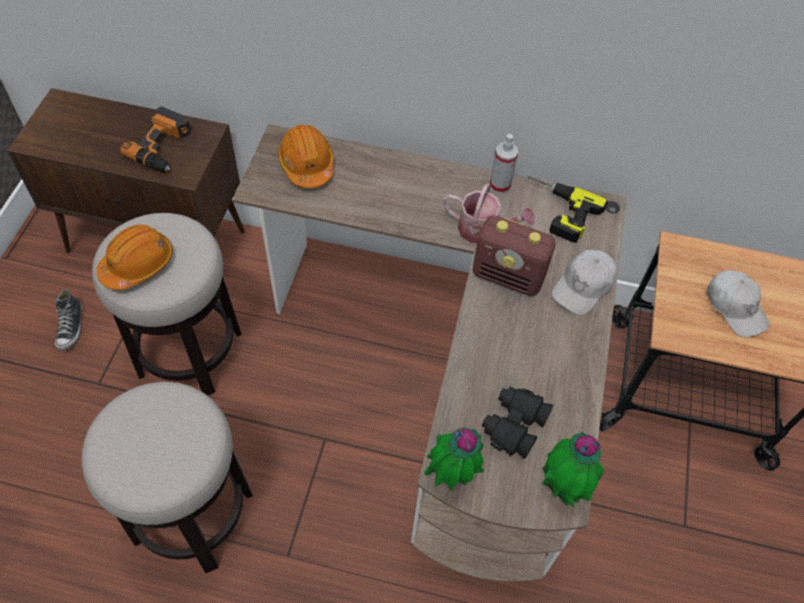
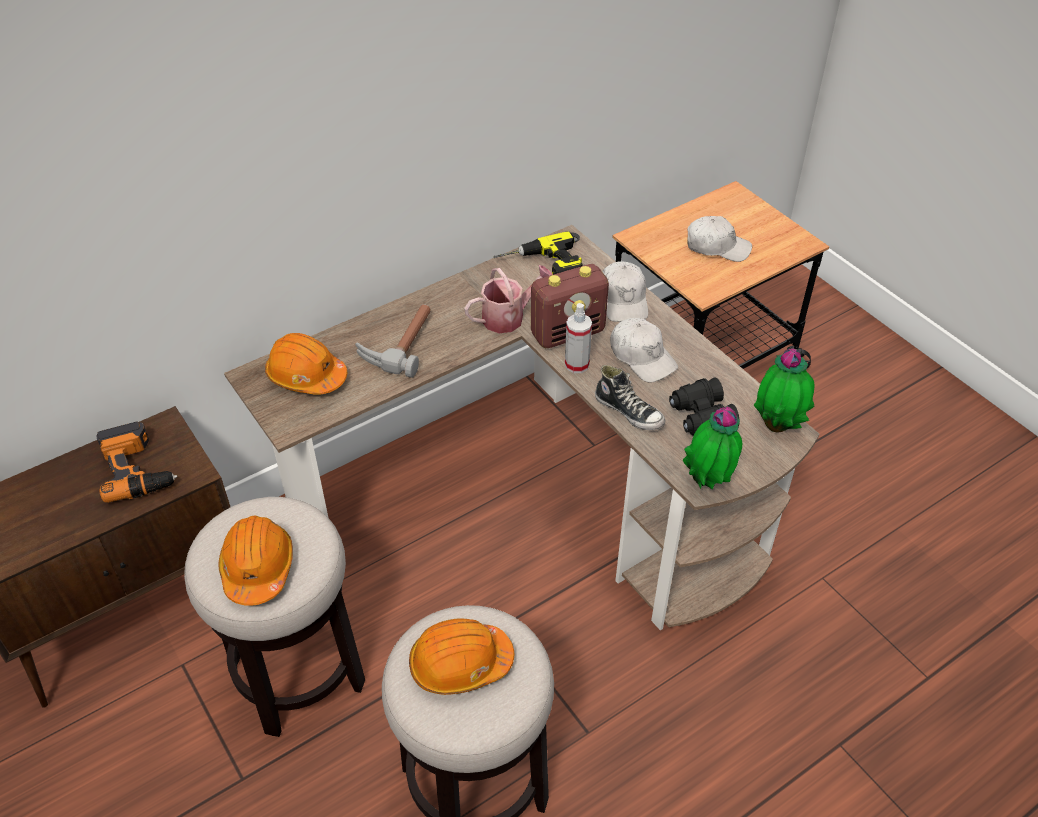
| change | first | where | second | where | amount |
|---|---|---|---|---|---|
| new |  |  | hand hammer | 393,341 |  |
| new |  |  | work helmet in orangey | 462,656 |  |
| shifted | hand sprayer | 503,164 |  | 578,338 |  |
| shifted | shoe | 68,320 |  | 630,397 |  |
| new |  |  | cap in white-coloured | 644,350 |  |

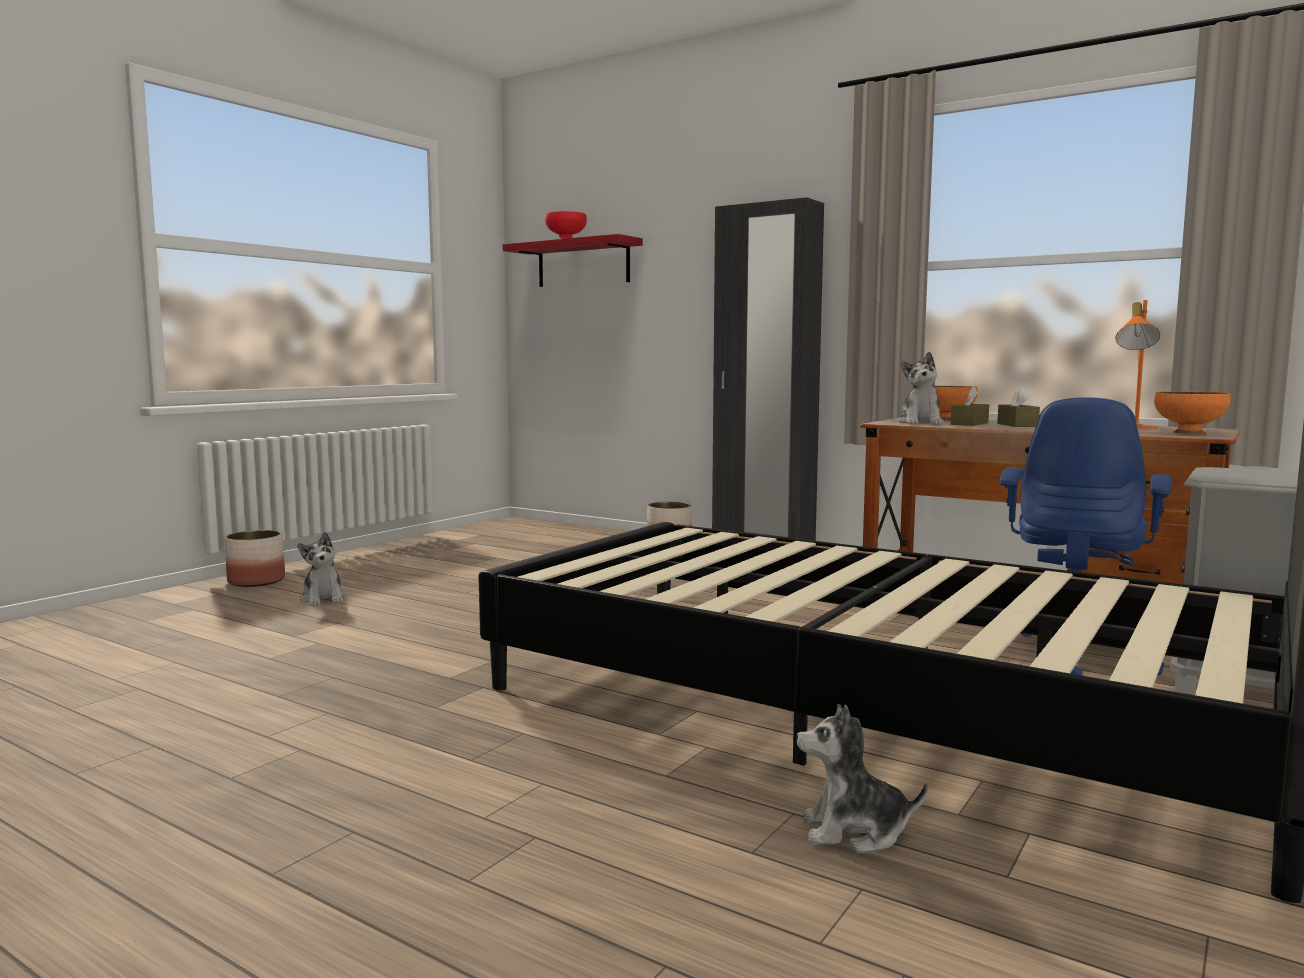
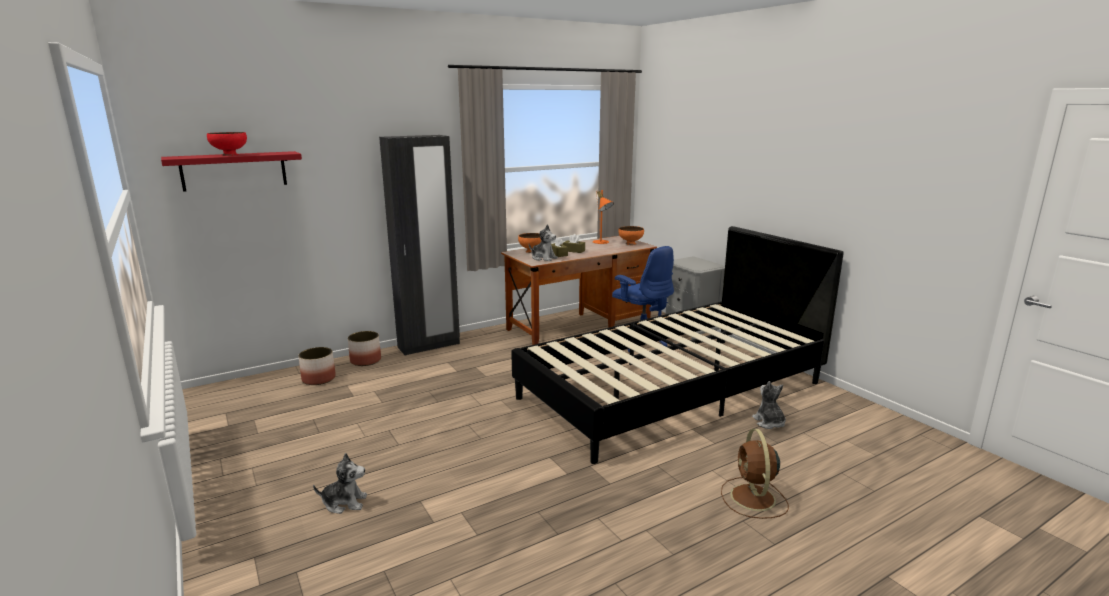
| change | first | where | second | where | amount |
|---|---|---|---|---|---|
| shifted | planter | 255,558 |  | 317,366 |  |
| new |  |  | fan in brown-coloured | 755,474 |  |
| rotated | plush toy | 862,778 |  | 769,405 | 135 degrees clockwise |

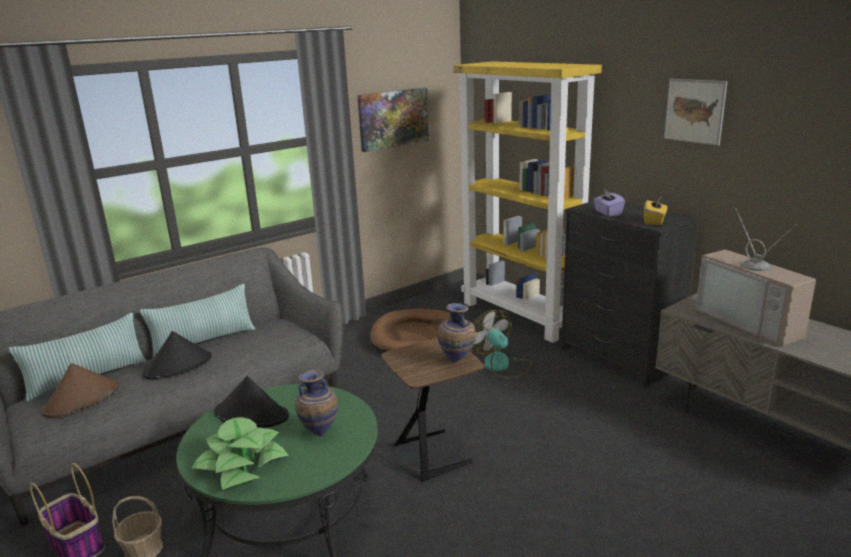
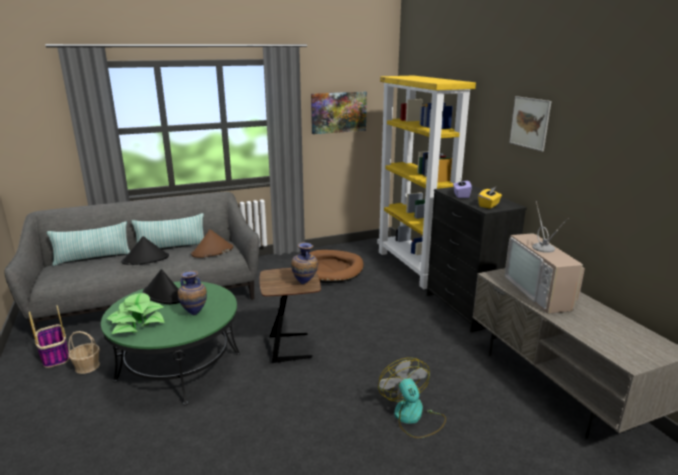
| change | first | where | second | where | amount |
|---|---|---|---|---|---|
| shifted | clothing hat in brown-coloured | 80,390 |  | 212,243 |  |
| shifted | fan | 501,344 |  | 412,398 |  |

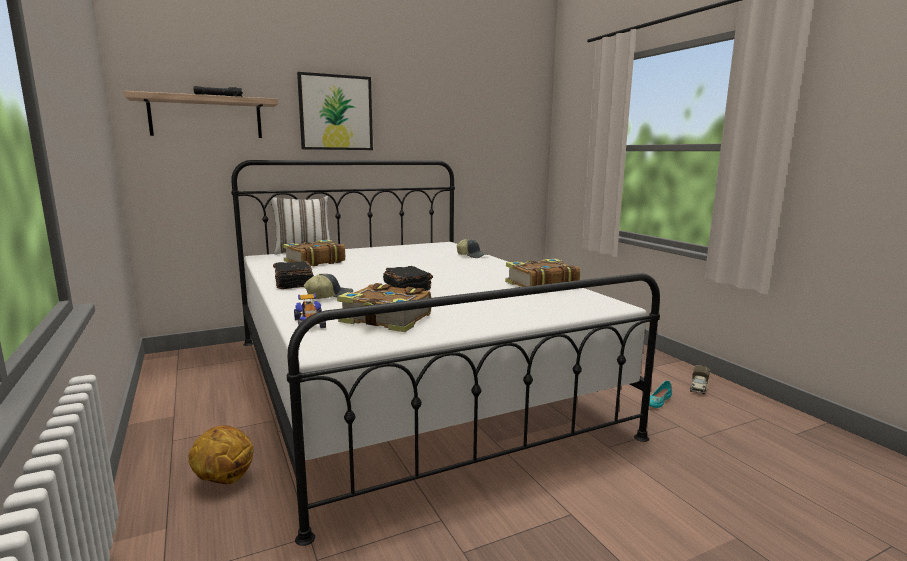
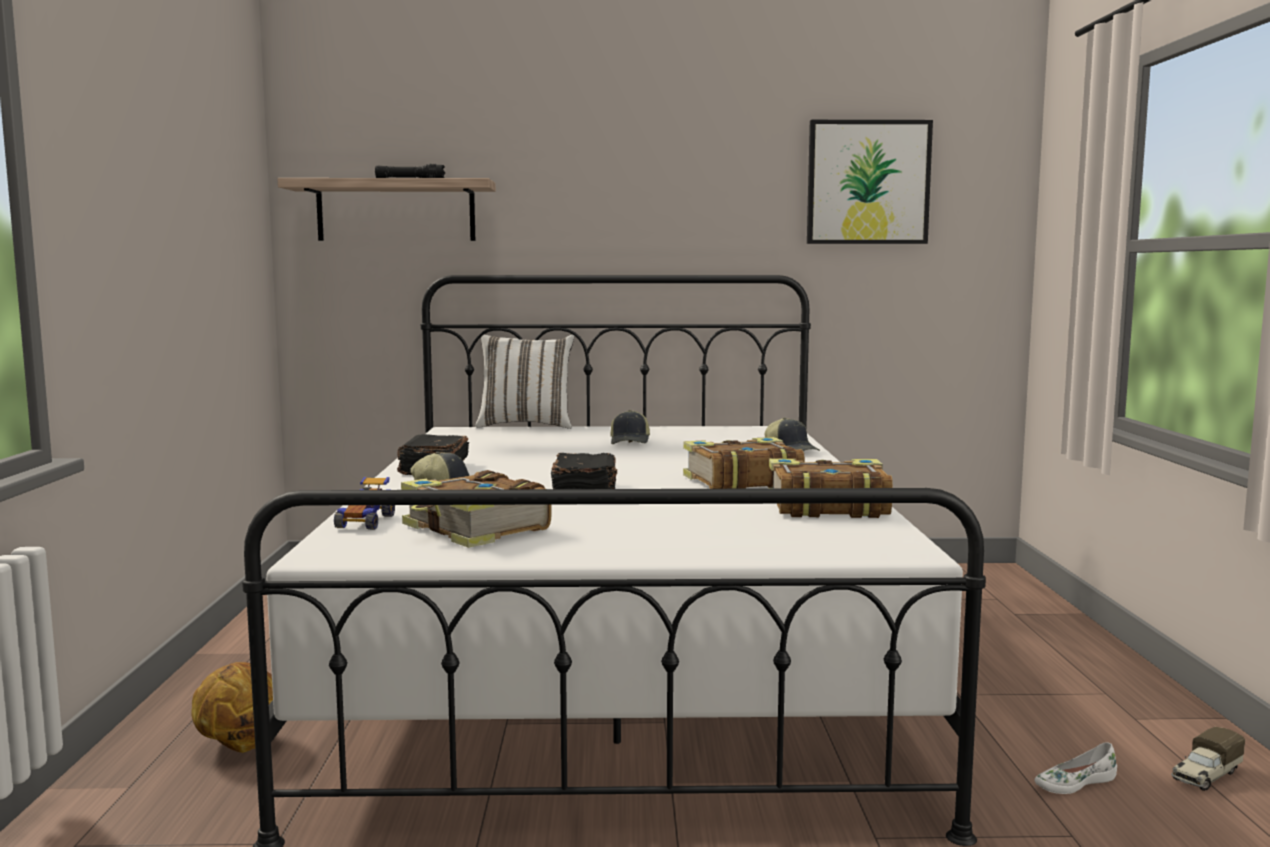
| change | first | where | second | where | amount |
|---|---|---|---|---|---|
| new |  |  | cap | 630,427 |  |
| shifted | volume | 314,253 |  | 744,463 |  |
| shifted | wall picture | 335,111 |  | 870,182 |  |
| repainted | shoe in turquoise-coloured | 660,394 | shoe in white-coloured | 1075,768 |  |

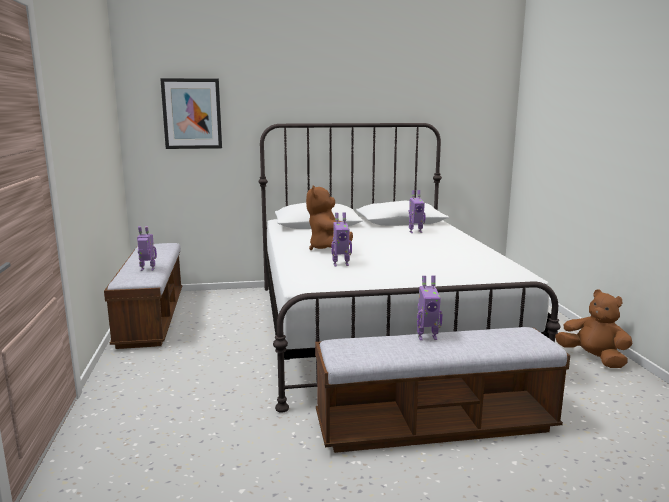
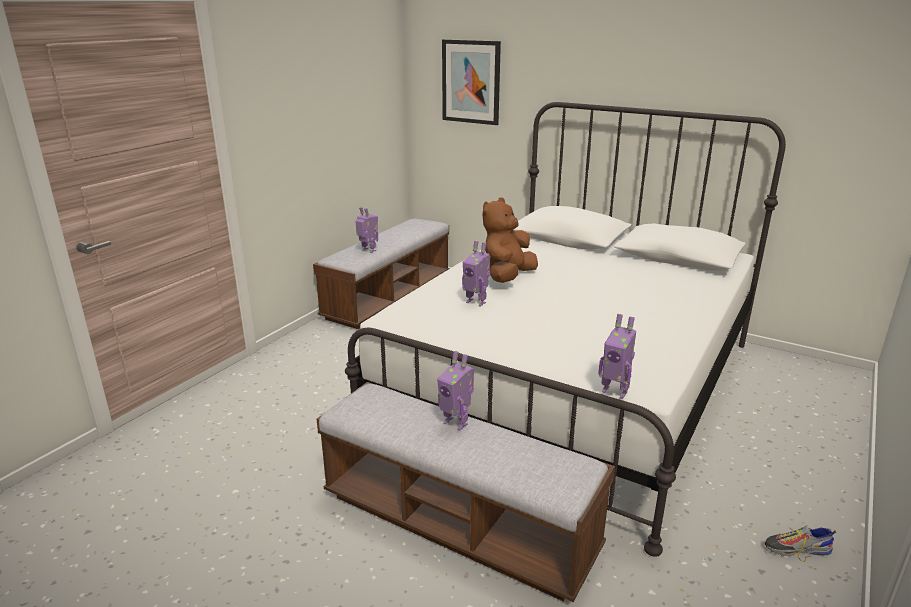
| change | first | where | second | where | amount |
|---|---|---|---|---|---|
| shifted | toy robot | 417,211 |  | 617,356 |  |
| swapped | plush toy in brown-coloured | 594,328 | shoe | 800,544 |  |

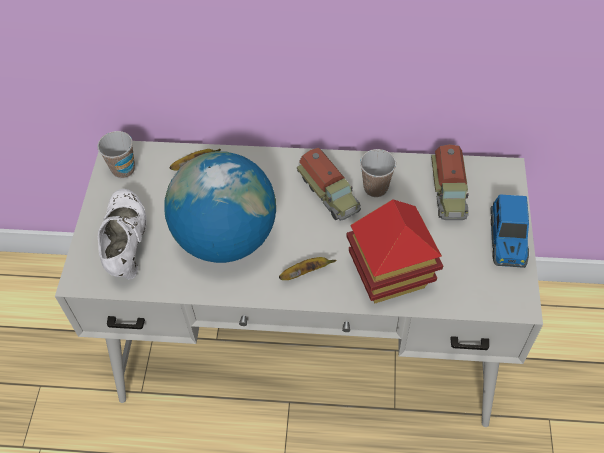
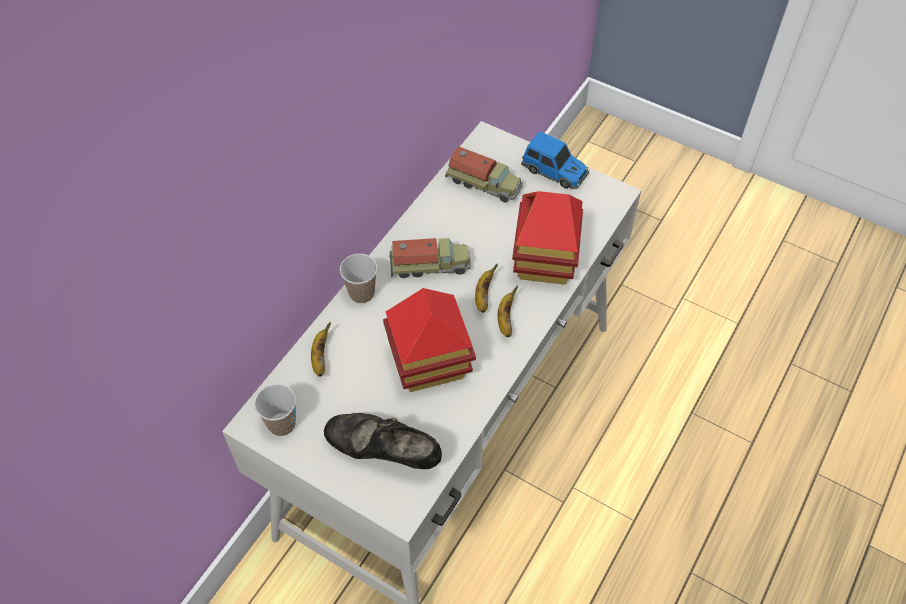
| change | first | where | second | where | amount |
|---|---|---|---|---|---|
| repainted | shoe in white-coloured | 122,234 | shoe in black | 383,441 |  |
| shifted | small cup | 378,173 |  | 358,278 |  |
| swapped | globe | 220,207 | toy house | 429,340 |  |
| new |  |  | whole banana | 486,288 |  |

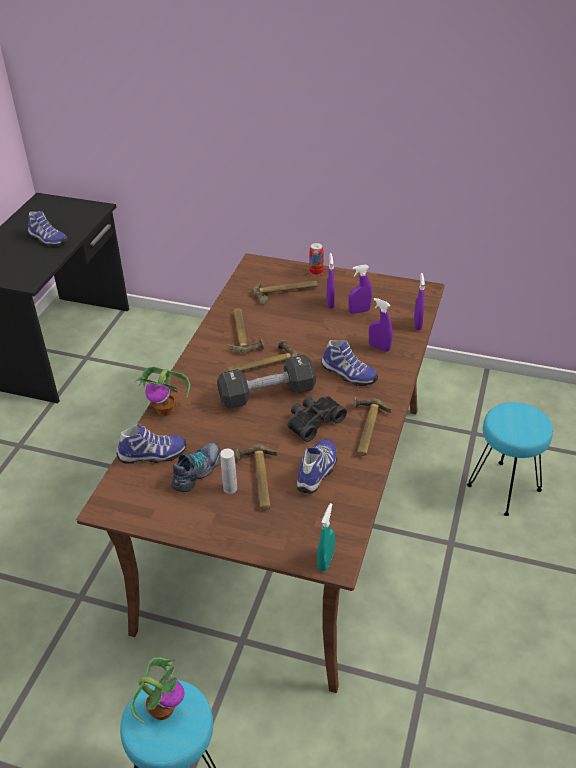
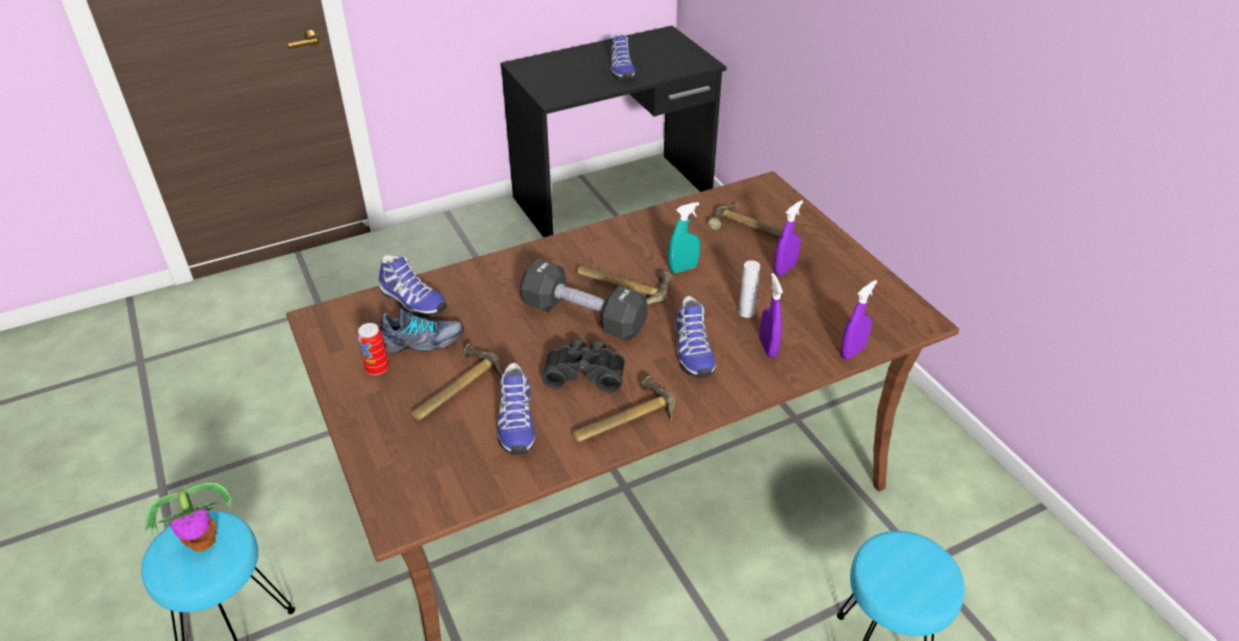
| change | first | where | second | where | amount |
|---|---|---|---|---|---|
| shifted | can | 317,259 |  | 373,349 |  |
| rotated | shoe | 317,466 |  | 516,409 | 105 degrees clockwise |
| shifted | hand sprayer in turquoise-coloured | 326,537 |  | 684,237 |  |
| shifted | beverage bottle in white-coloured | 228,471 |  | 749,289 |  |
| gone | potted plant | 162,391 |  |  |  |
| gone | hand hammer | 246,330 |  |  |  |
| gone | hand sprayer in purplish | 360,289 |  |  |  |

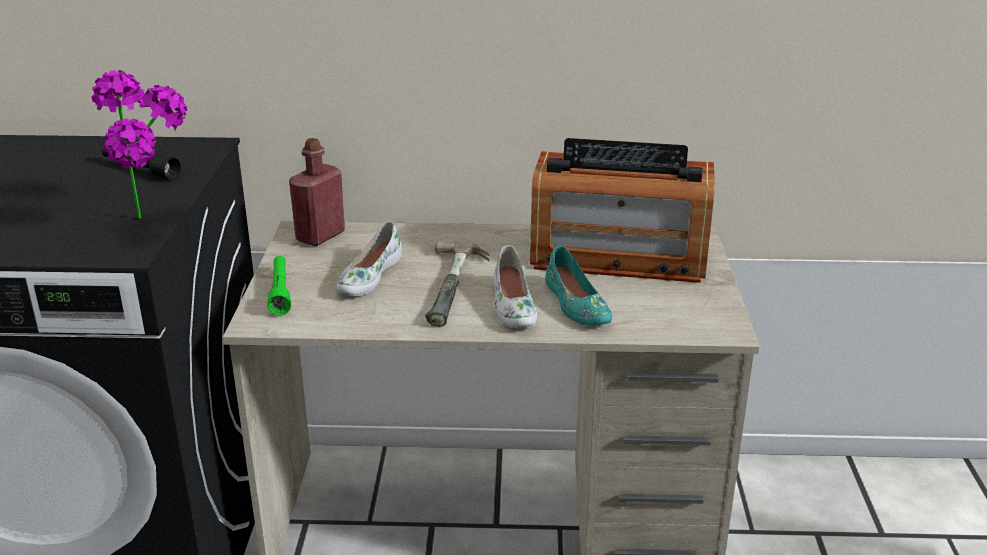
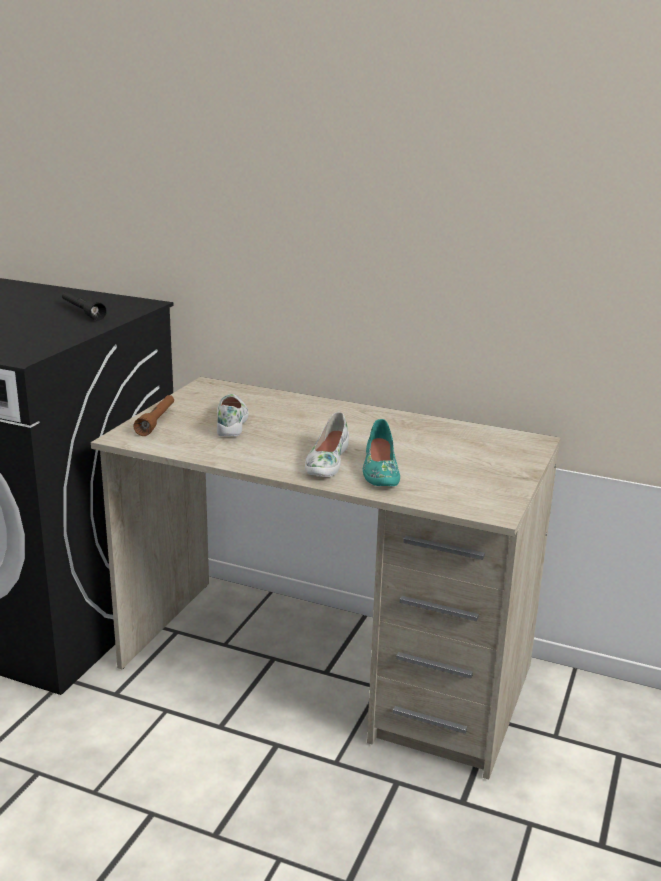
| change | first | where | second | where | amount |
|---|---|---|---|---|---|
| repainted | torch in green | 279,286 | torch in brown-coloured | 153,415 |  |
| rotated | shoe in white-coloured | 369,258 |  | 233,415 | 135 degrees clockwise |
| gone | potted plant | 139,144 |  |  |  |
| gone | beverage bottle in red-coloured | 317,192 |  |  |  |
| gone | hand hammer | 457,283 |  |  |  |
| gone | radio set | 622,210 |  |  |  |

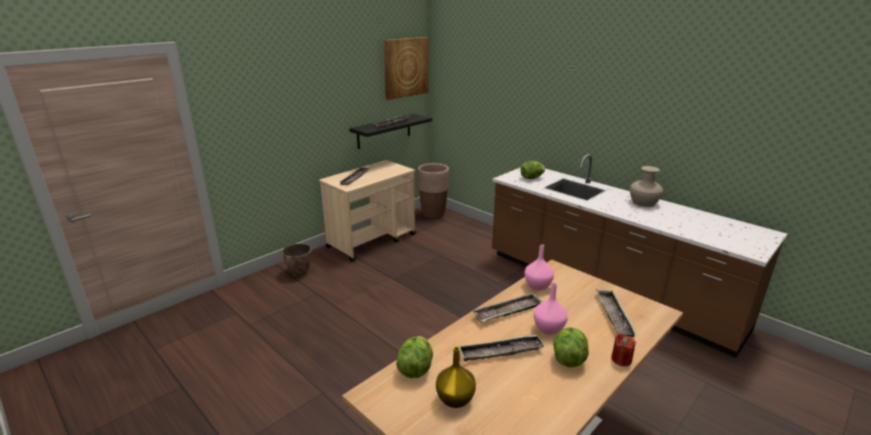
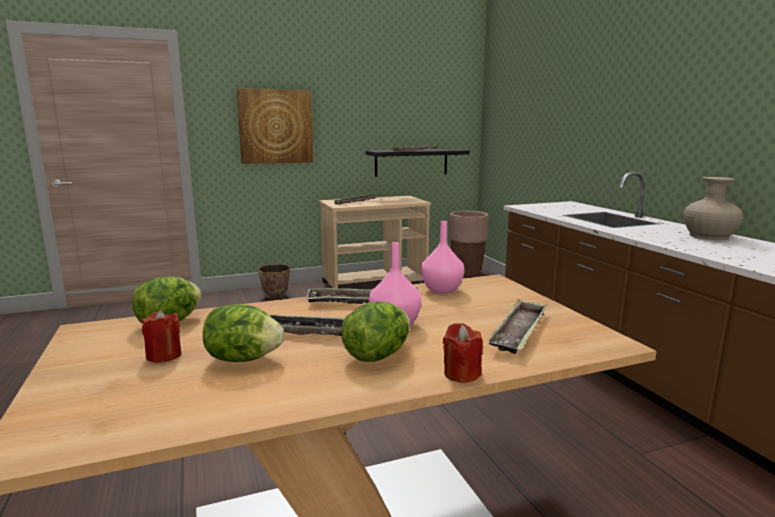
| change | first | where | second | where | amount |
|---|---|---|---|---|---|
| swapped | vase in yellow | 456,377 | wax light in red-coloured | 161,336 |  |
| shifted | lettuce head | 532,170 |  | 243,333 |  |
| shifted | wall picture | 406,68 |  | 275,126 |  |

